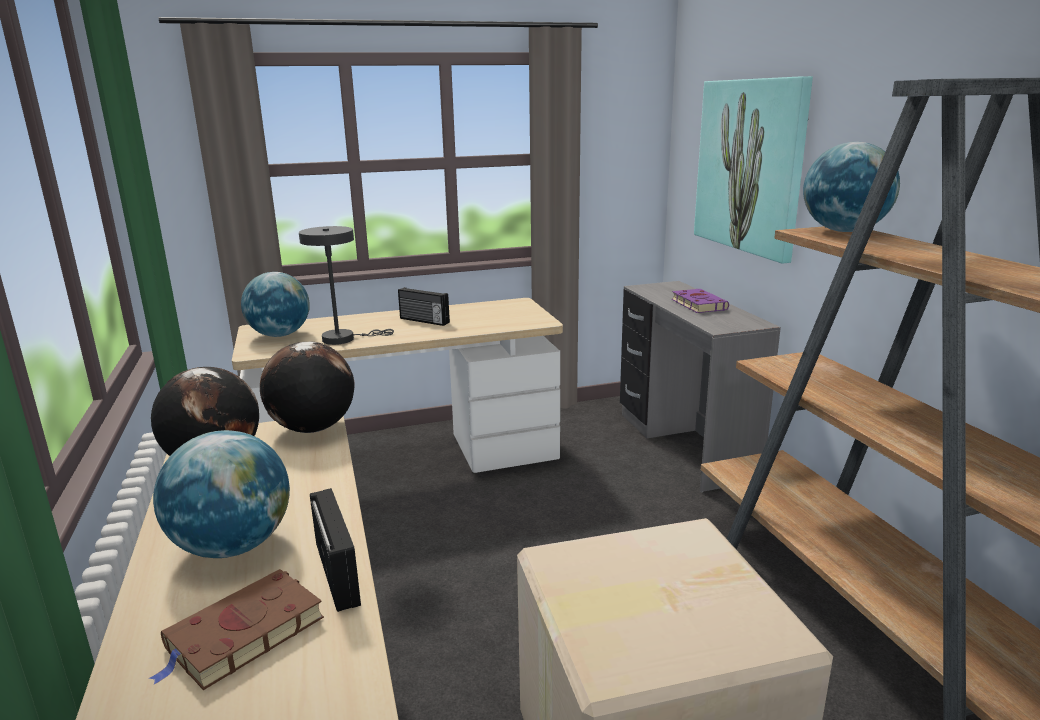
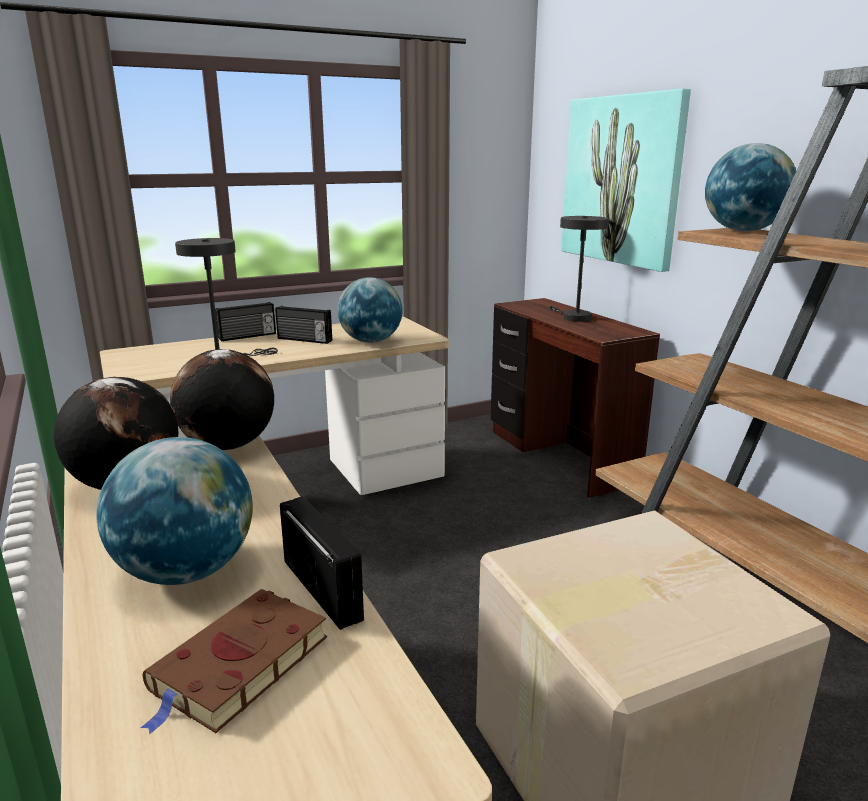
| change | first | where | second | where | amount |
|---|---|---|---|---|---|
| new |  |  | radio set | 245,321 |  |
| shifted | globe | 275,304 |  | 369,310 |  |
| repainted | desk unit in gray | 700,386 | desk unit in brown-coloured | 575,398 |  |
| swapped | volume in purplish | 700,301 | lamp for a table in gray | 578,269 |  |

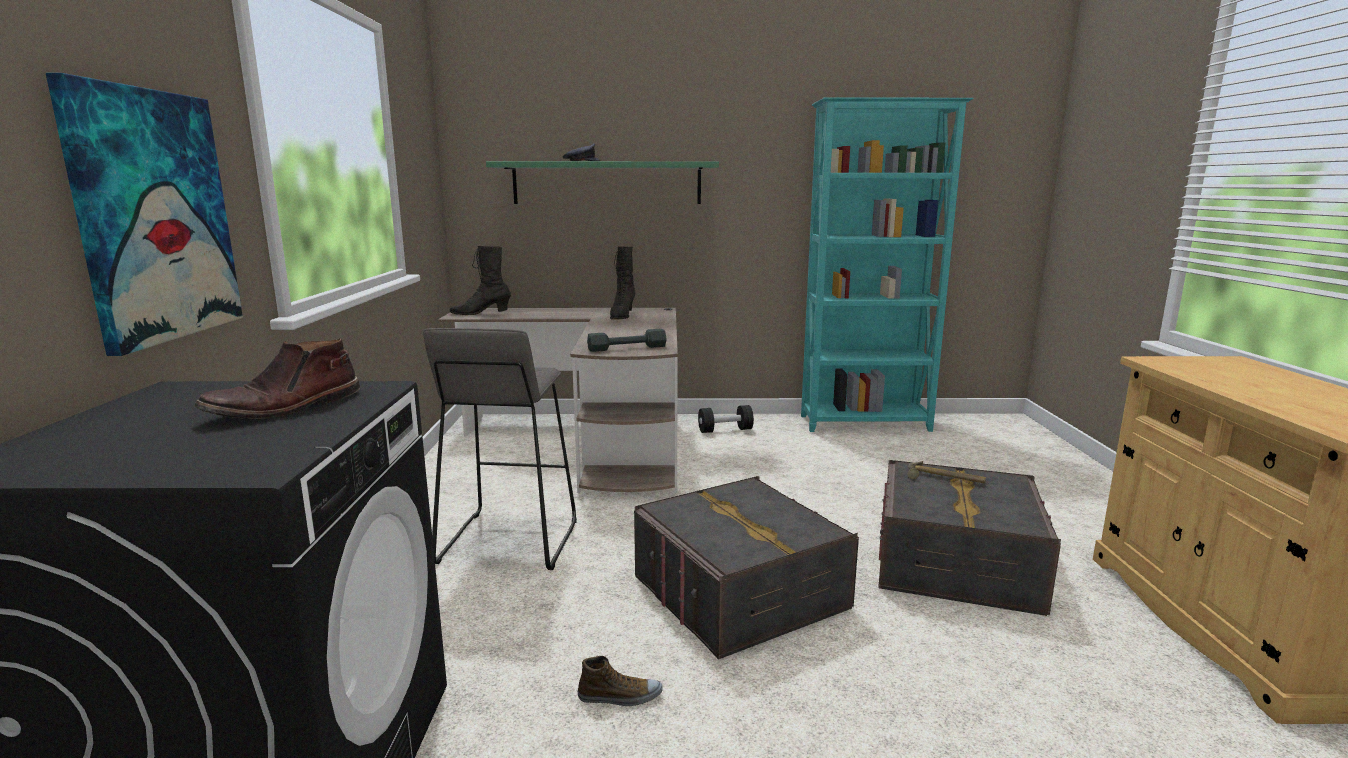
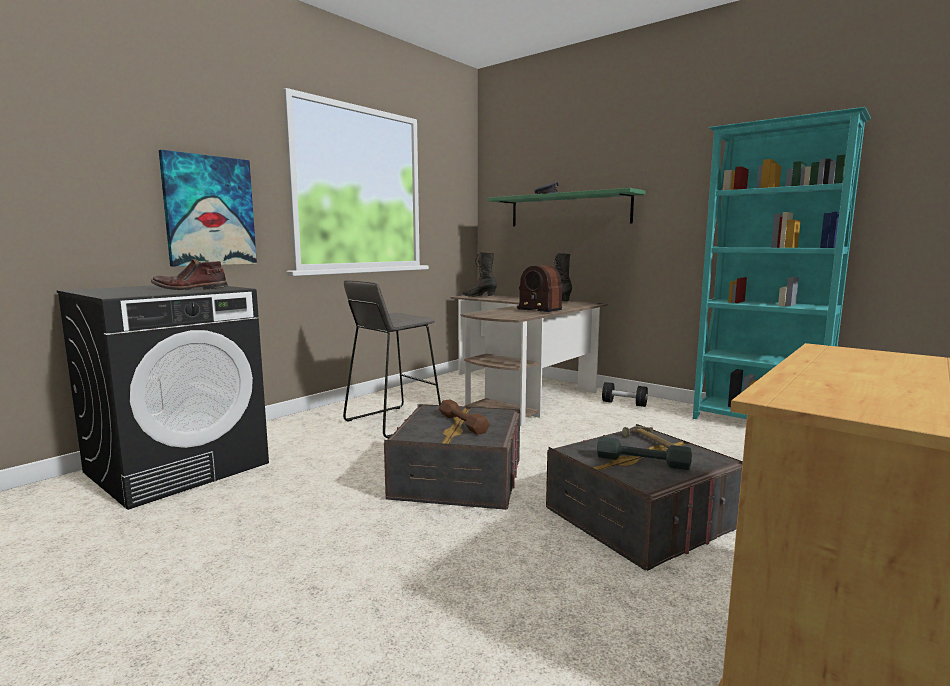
| change | first | where | second | where | amount |
|---|---|---|---|---|---|
| new |  |  | free weight in brown-coloured | 464,417 |  |
| new |  |  | radio set | 539,288 |  |
| shifted | free weight in gray | 627,340 |  | 644,453 |  |
| gone | shoe | 620,681 |  |  |  |

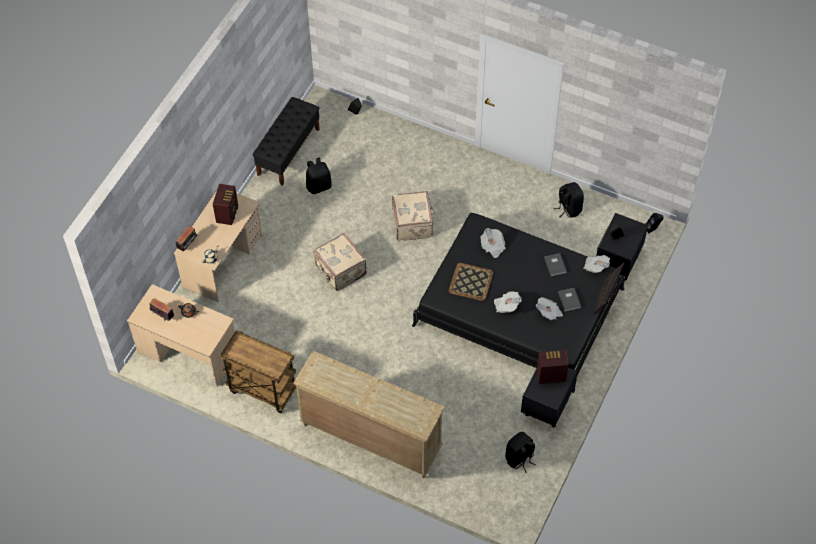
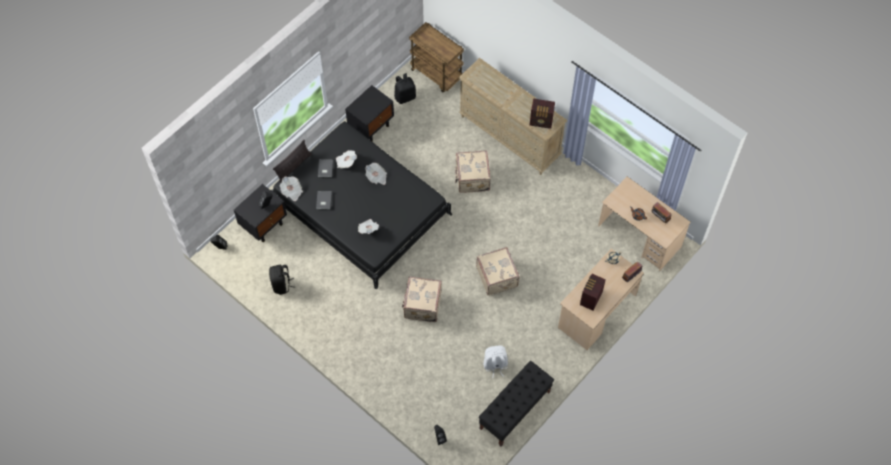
| change | first | where | second | where | amount |
|---|---|---|---|---|---|
| shifted | trolley in brown-coloured | 258,372 |  | 436,57 |  |
| new |  |  | suitcase in beige-coloured | 472,171 |  |
| repainted | knapsack in black | 319,175 | knapsack in white-coloured | 495,361 |  |
| shifted | radio set | 552,366 |  | 542,113 |  |
| gone | serving tray | 471,282 |  |  |  |

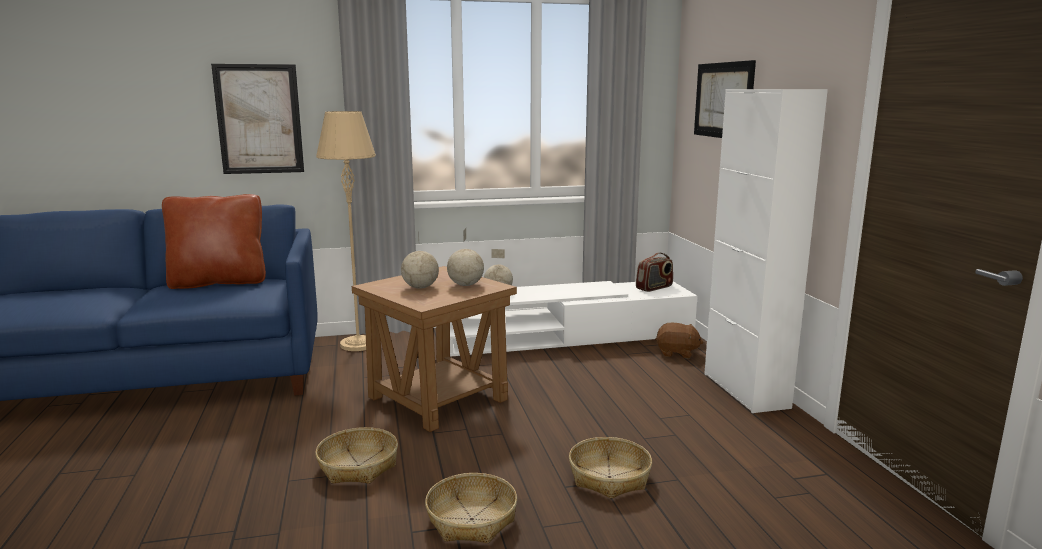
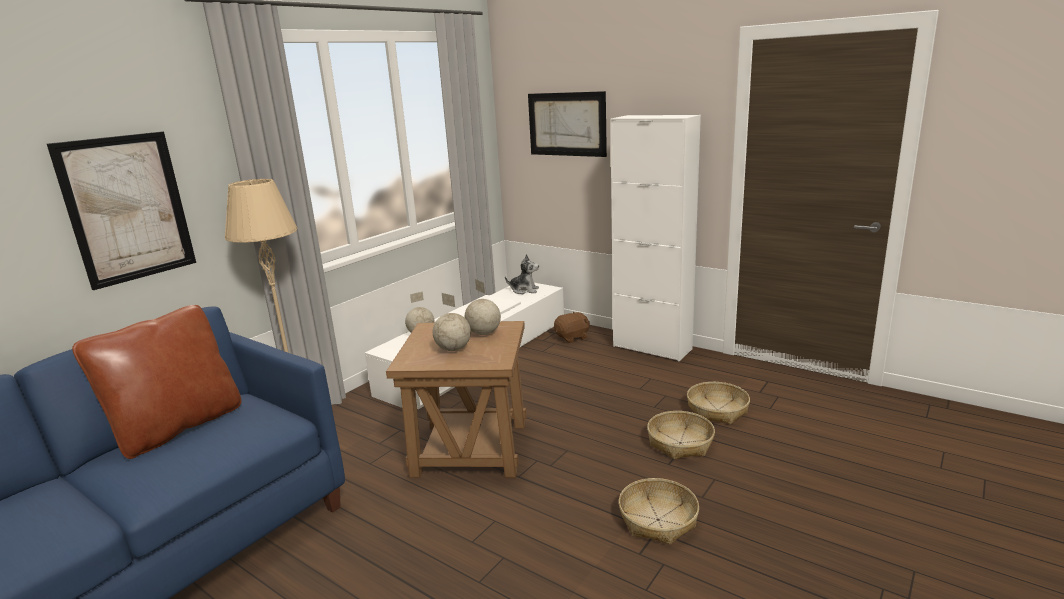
| change | first | where | second | where | amount |
|---|---|---|---|---|---|
| swapped | radio set | 654,272 | plush toy | 522,274 |  |
| shifted | storage basket | 356,455 |  | 718,403 |  |

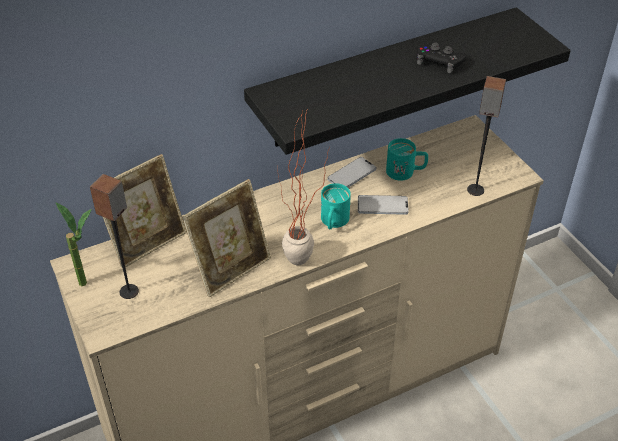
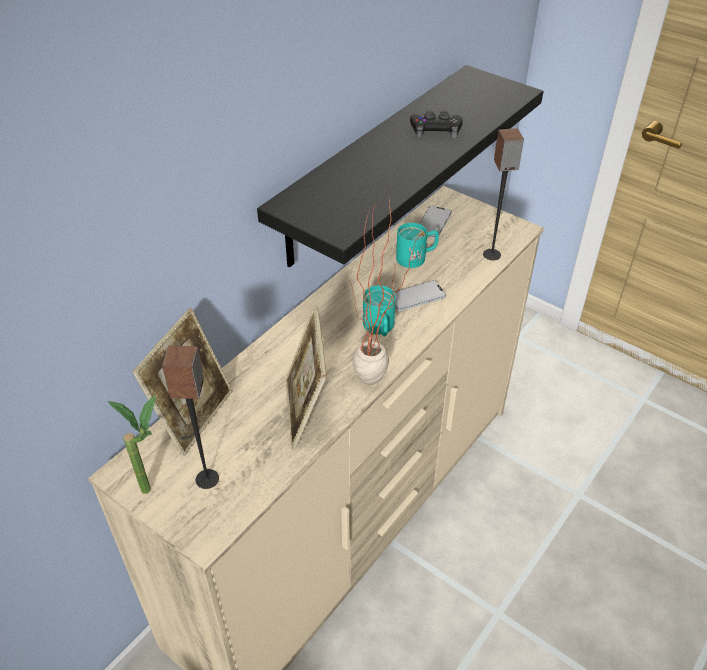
| change | first | where | second | where | amount |
|---|---|---|---|---|---|
| rotated | photo frame | 226,238 |  | 306,377 | 150 degrees clockwise |
| shifted | handset | 351,172 |  | 435,222 |  |

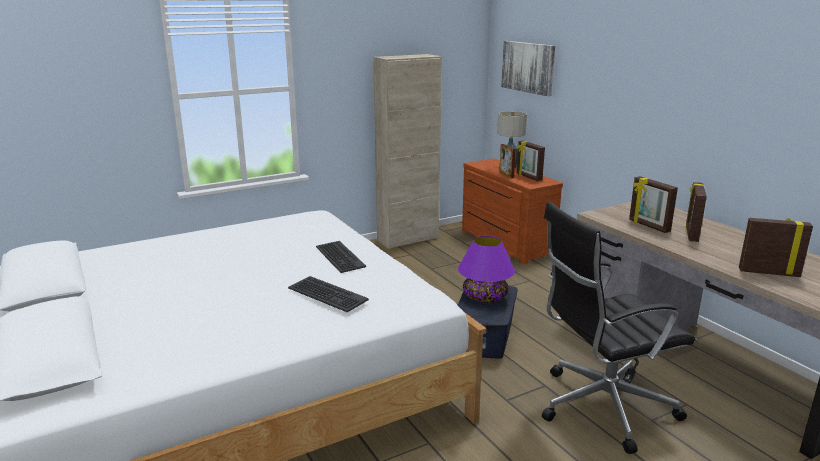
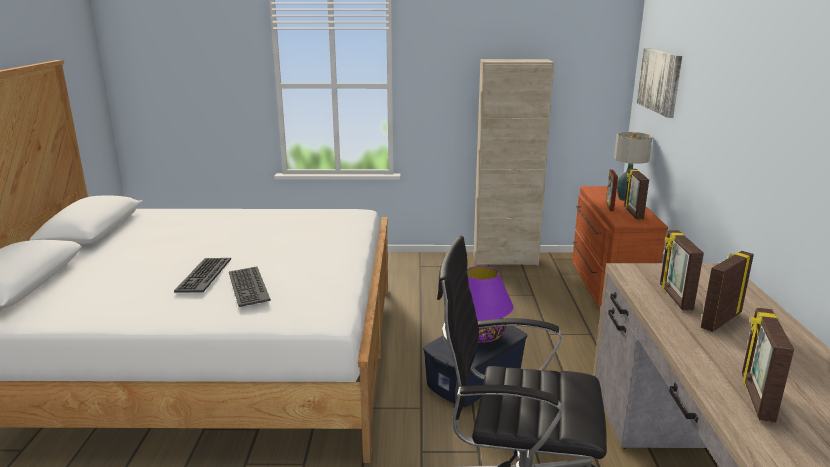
| change | first | where | second | where | amount |
|---|---|---|---|---|---|
| shifted | PC keyboard | 341,257 |  | 202,275 |  |
| rotated | photo frame | 776,247 |  | 768,365 | 120 degrees counterclockwise |

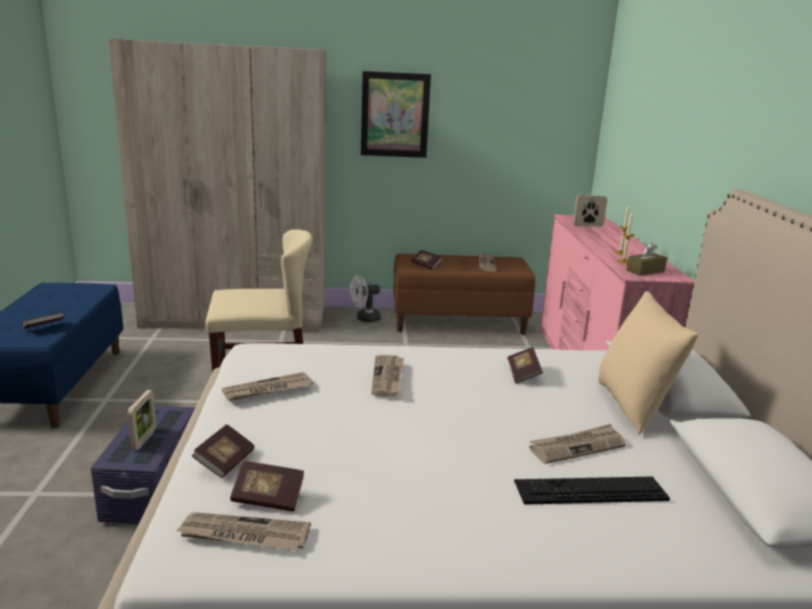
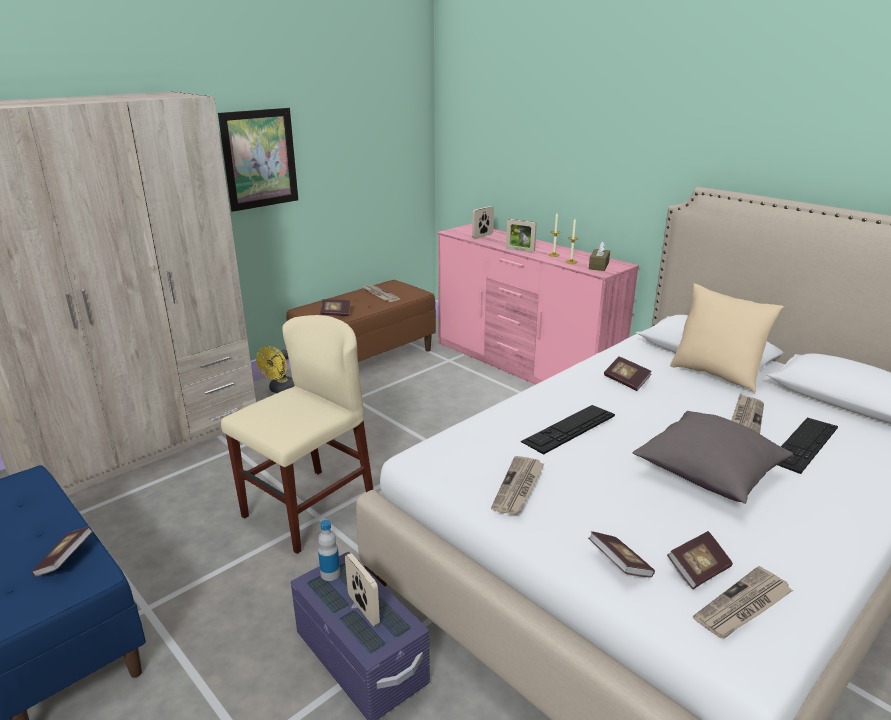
| change | first | where | second | where | amount |
|---|---|---|---|---|---|
| repainted | fan in white-coloured | 365,298 | fan in yellow | 275,369 |  |
| new |  |  | beverage bottle | 329,550 |  |
| new |  |  | photo frame | 521,236 |  |
| swapped | newspaper | 387,375 | PC keyboard | 568,430 |  |
| new |  |  | pillow in gray | 713,457 |  |

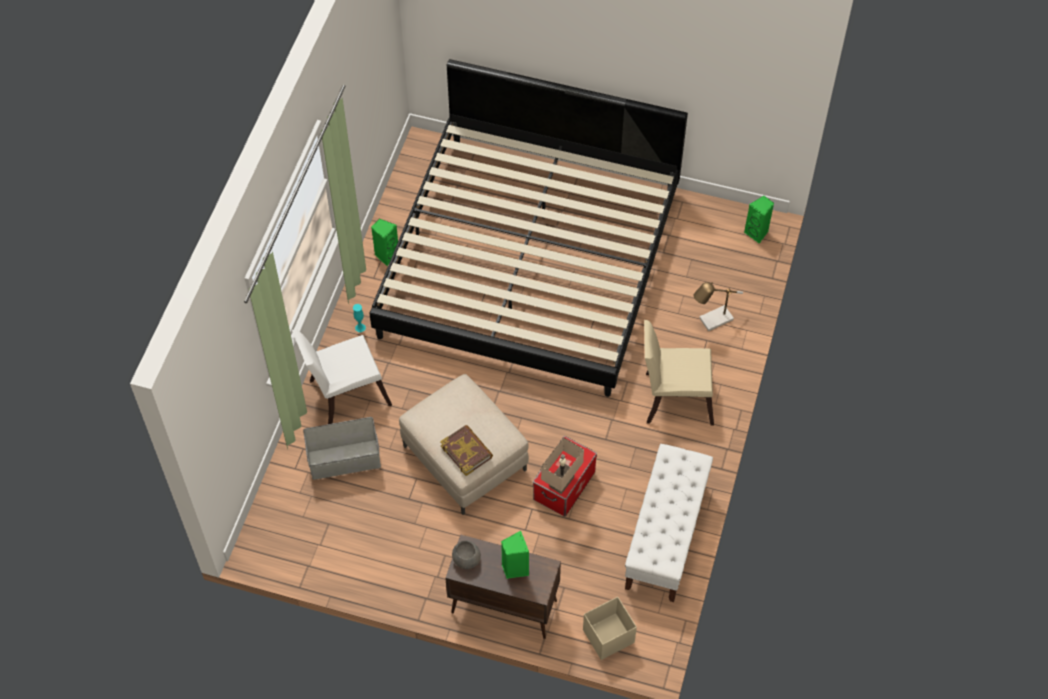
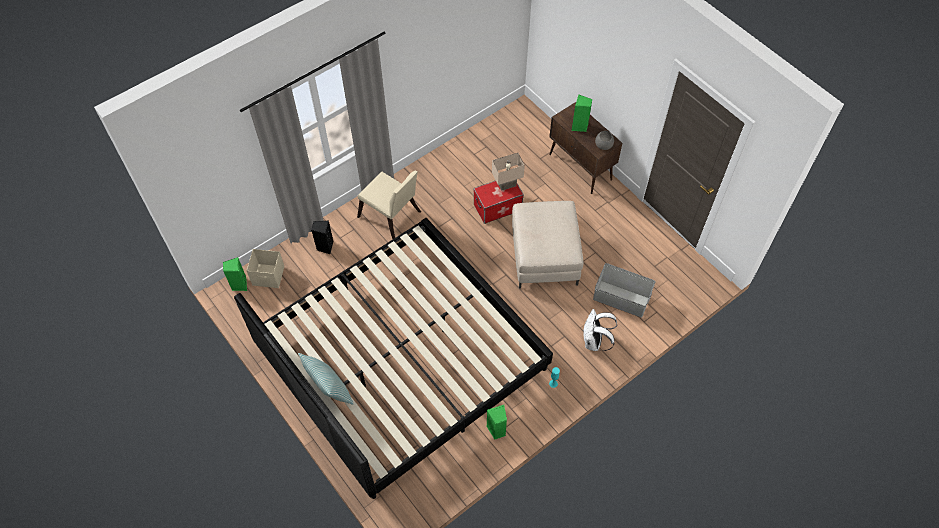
| change | first | where | second | where | amount |
|---|---|---|---|---|---|
| shifted | storage box in beige-coloured | 610,628 |  | 265,268 |  |
| new |  |  | pillow | 326,379 |  |
| swapped | lamp for a table | 718,306 | audio speaker in black | 322,237 |  |
| swapped | chair in white-coloured | 342,376 | knapsack in white-coloured | 600,330 |  |
| gone | volume | 466,450 |  |  |  |
| gone | indoor bench in white-coloured | 669,523 |  |  |  |

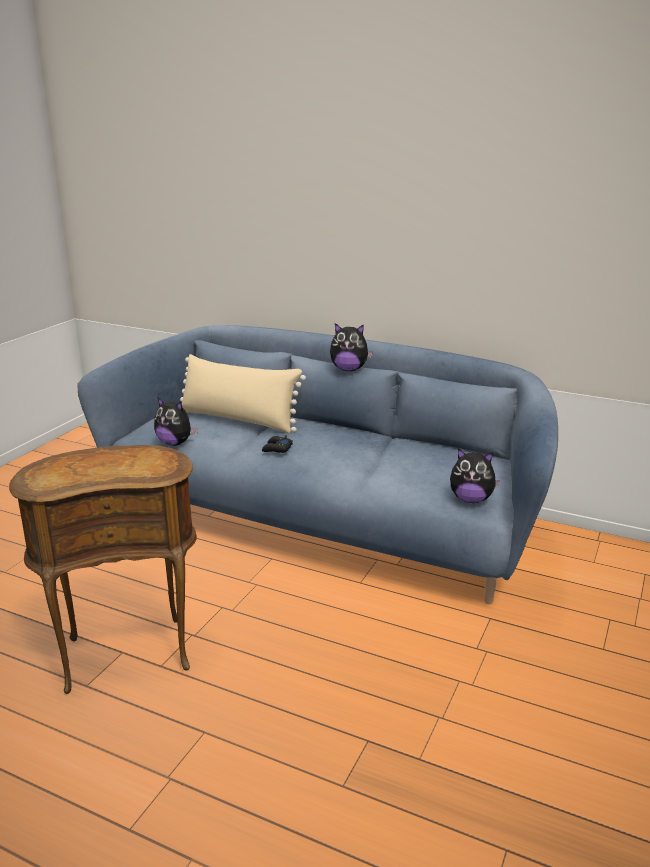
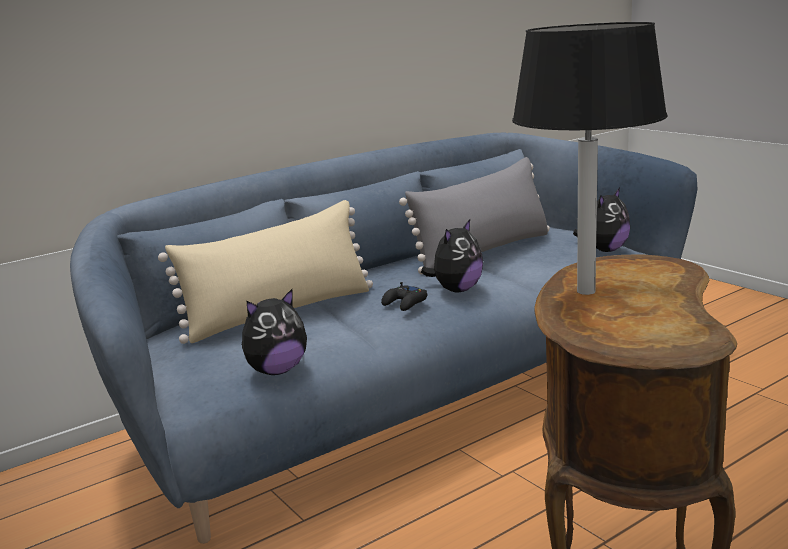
| change | first | where | second | where | amount |
|---|---|---|---|---|---|
| new |  |  | pillow in gray | 474,215 |  |
| shifted | plush toy | 351,347 |  | 452,255 |  |
| new |  |  | lamp for a table in black | 590,158 |  |

